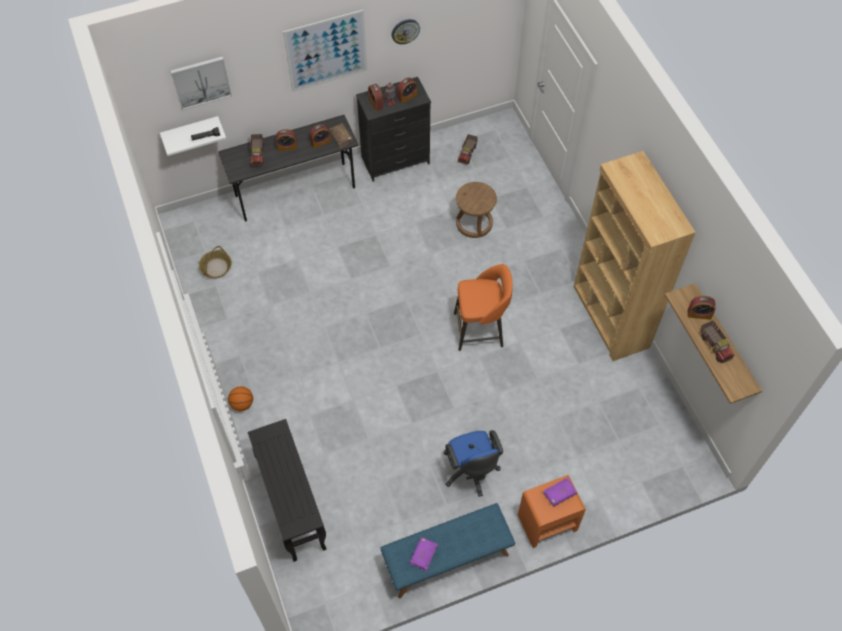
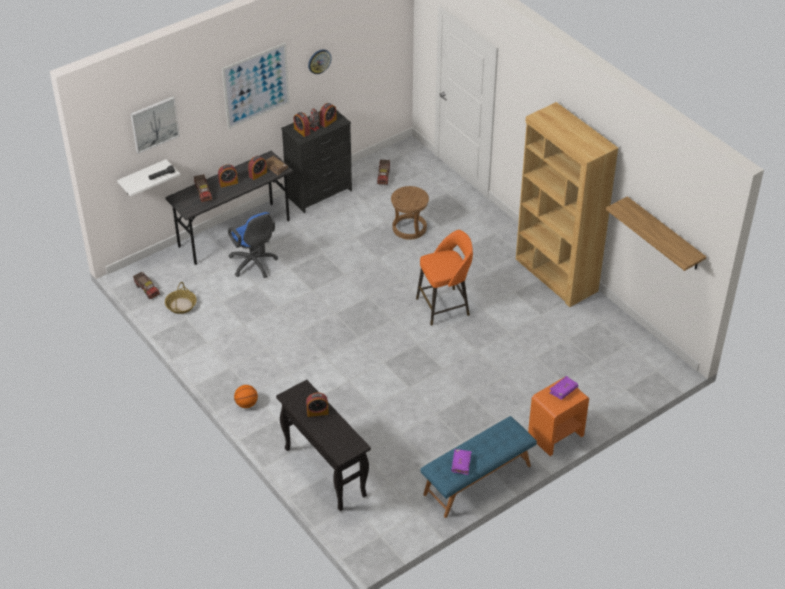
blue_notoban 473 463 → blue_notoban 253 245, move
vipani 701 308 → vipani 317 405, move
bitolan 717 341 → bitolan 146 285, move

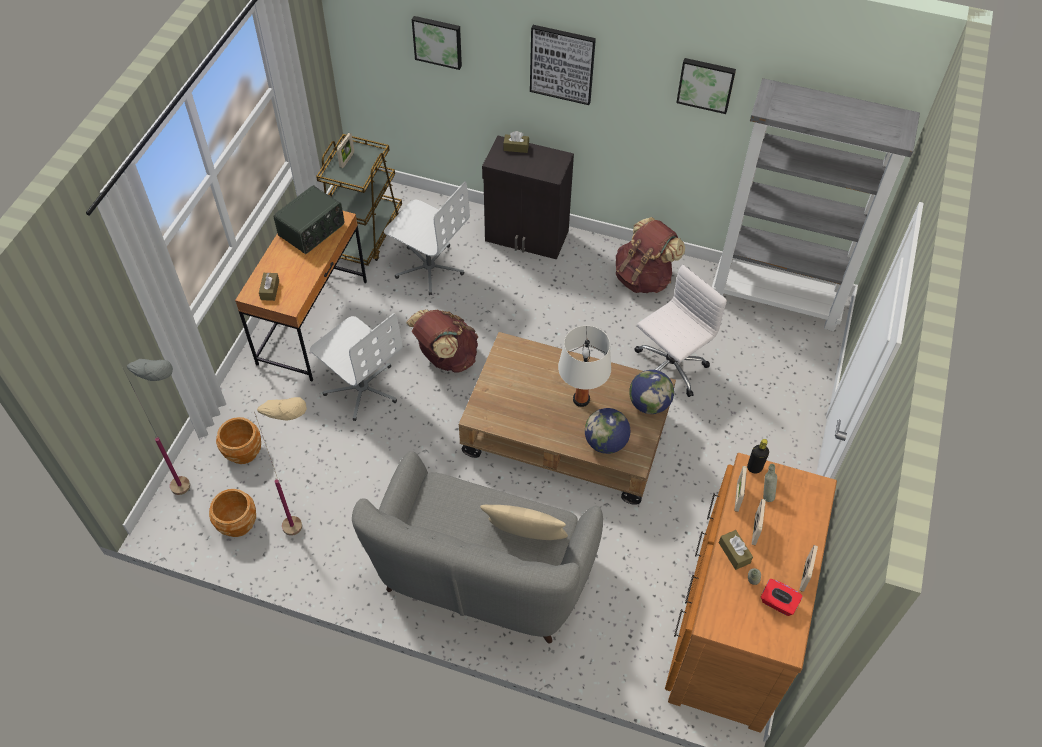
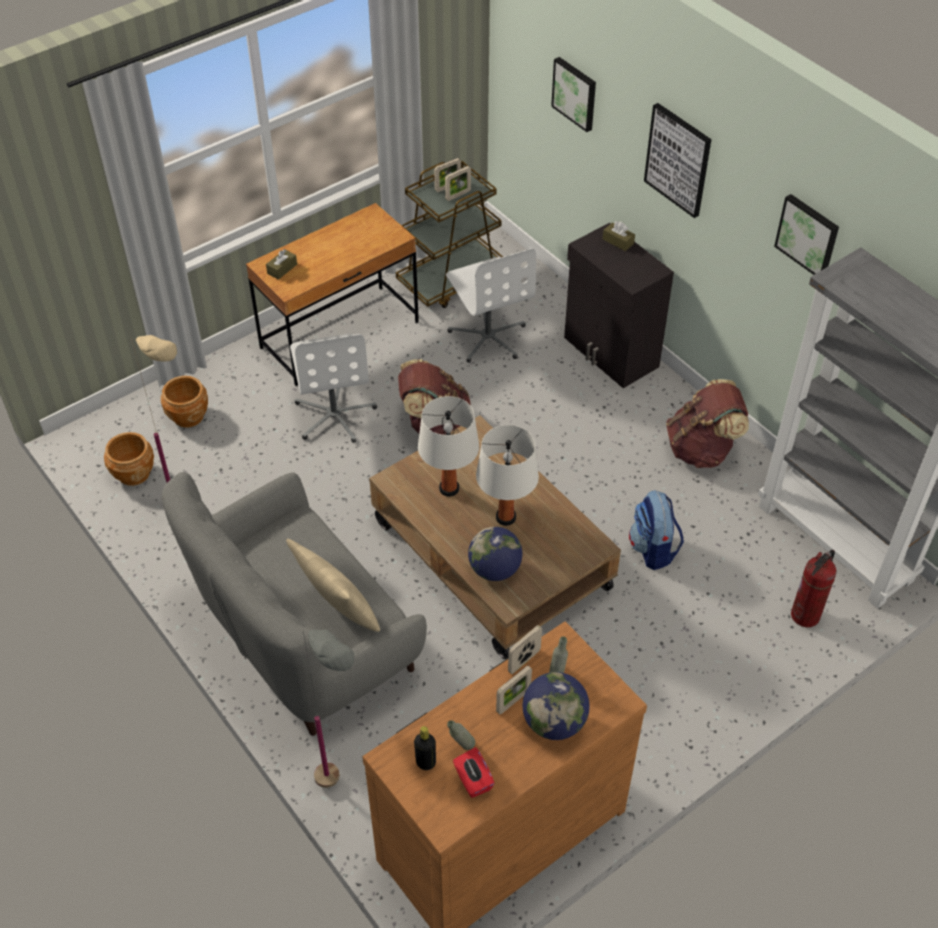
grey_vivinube 156 427 → grey_vivinube 328 708, move
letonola 309 219 → -
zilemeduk 651 392 → zilemeduk 556 706, move
white_notoban 681 330 → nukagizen 656 530
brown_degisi 736 550 → -
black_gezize 758 456 → black_gezize 425 748, move
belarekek 808 568 → belarekek 458 183, move
- → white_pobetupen 448 446
- → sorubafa 814 588

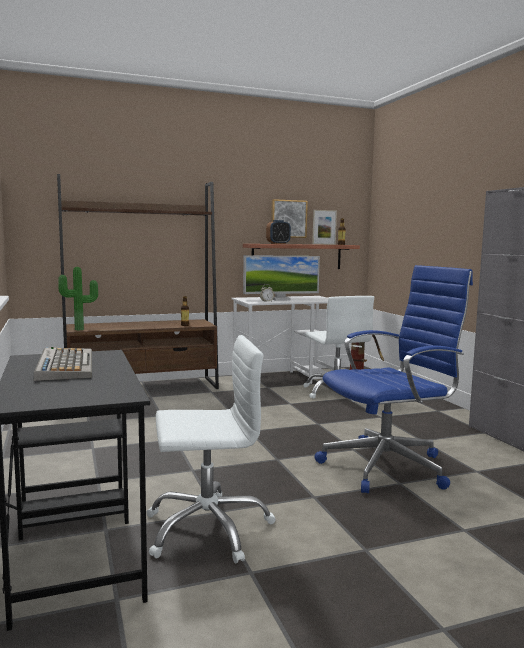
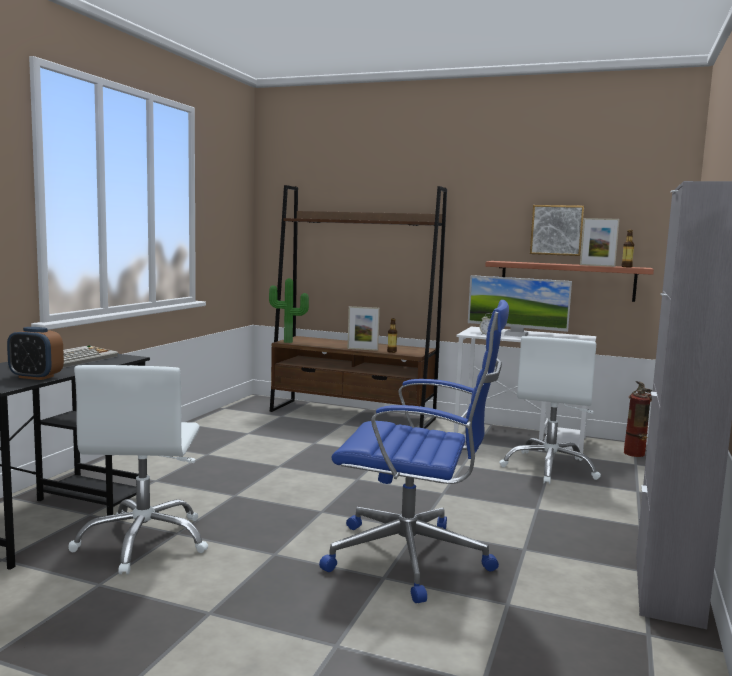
white_notoban 211 449 → white_notoban 138 469, 60 degrees clockwise
vipani 278 232 → vipani 35 353, move
- → belarekek 363 328

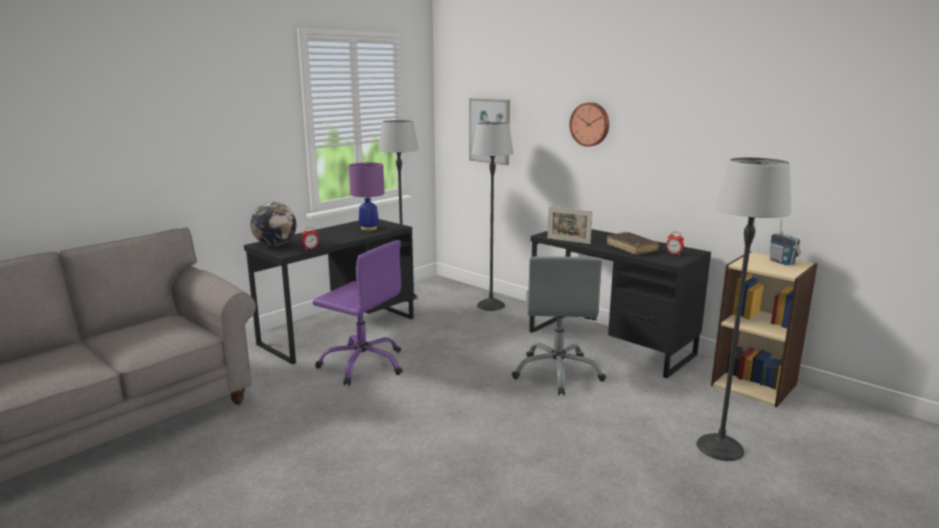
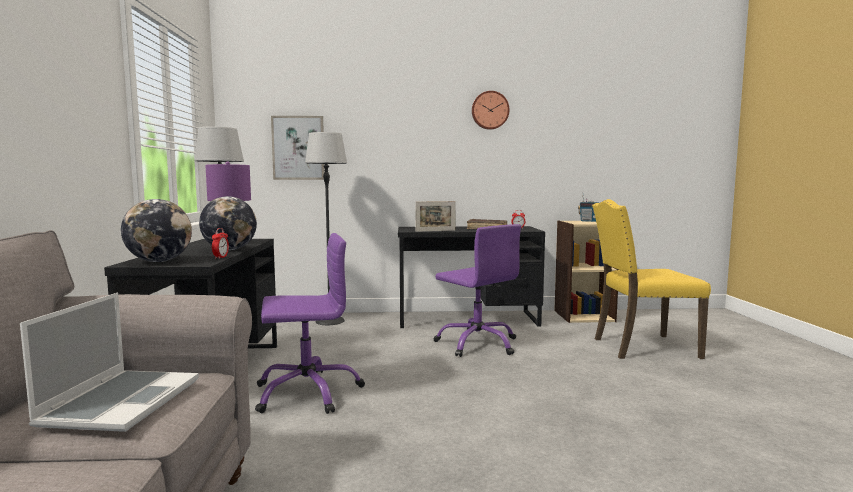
grey_notoban 558 325 → purple_notoban 477 290
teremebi 589 124 → teremebi 491 110, move
vivinube 744 309 → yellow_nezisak 651 279
- → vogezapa 109 362
- → zilemeduk 228 223

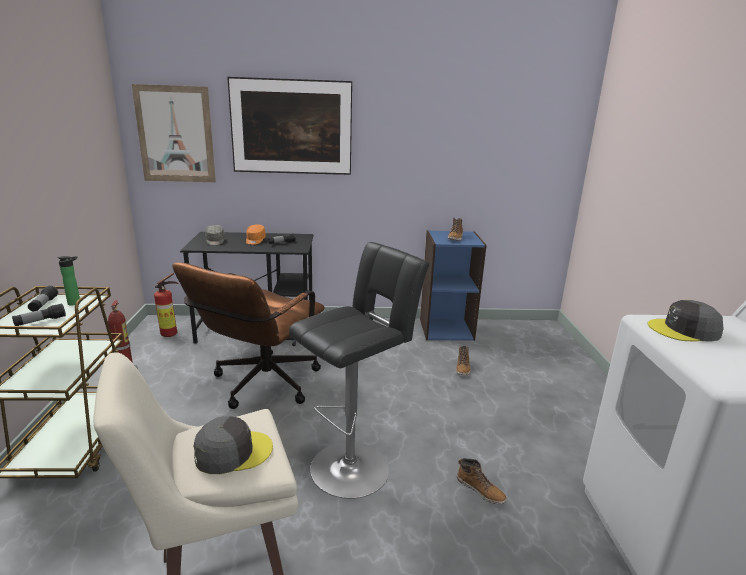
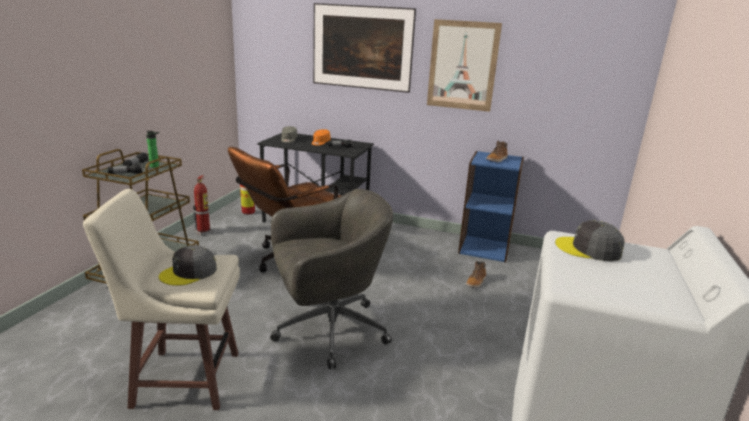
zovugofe 174 133 → zovugofe 464 65, move
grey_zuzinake 233 445 → grey_zuzinake 188 265, 135 degrees clockwise
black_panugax 359 370 → grey_notoban 331 279
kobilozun 482 481 → -

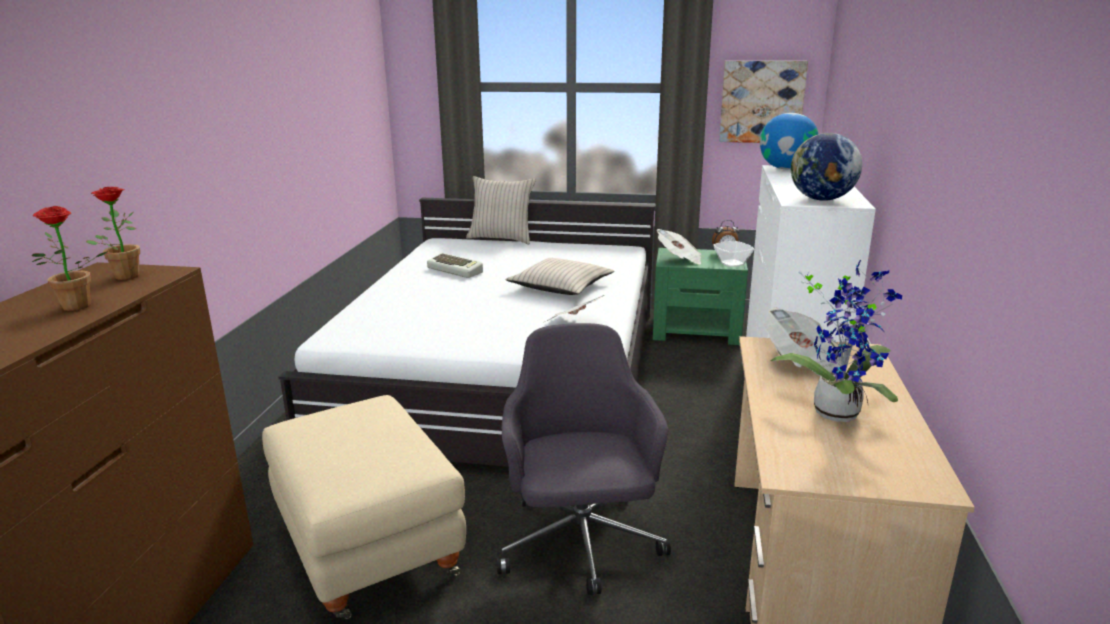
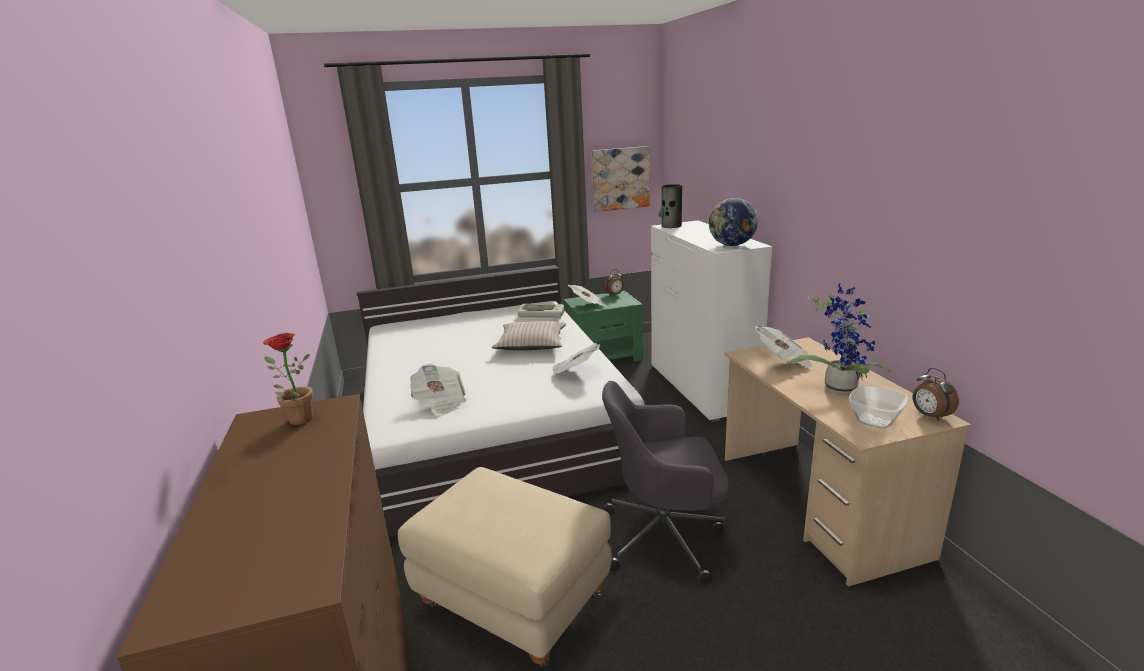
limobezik 70 258 → -
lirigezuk 455 265 → lirigezuk 541 311, move
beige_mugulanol 501 210 → -
grey_notoban 584 459 → grey_notoban 666 483, 60 degrees counterclockwise
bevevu 733 254 → bevevu 878 407, move
zilemeduk 789 141 → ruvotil 670 206
- → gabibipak 438 390
- → vipani 936 394

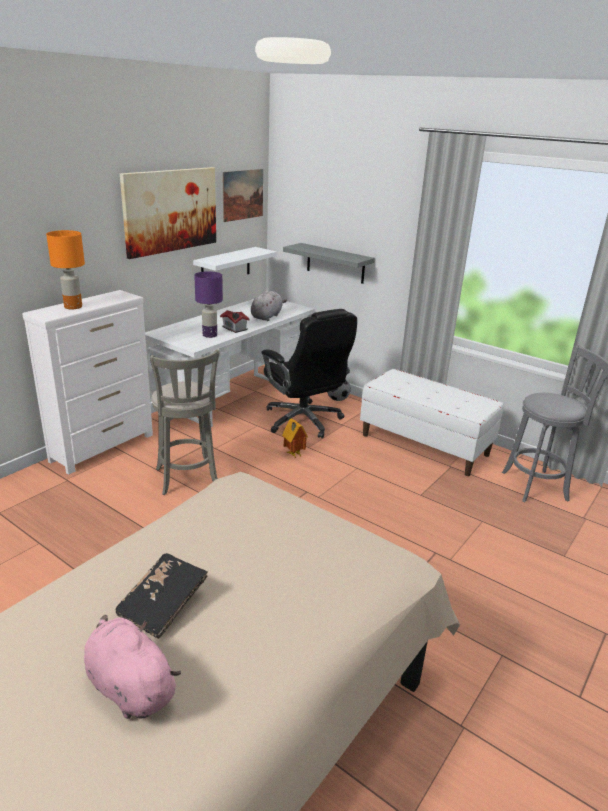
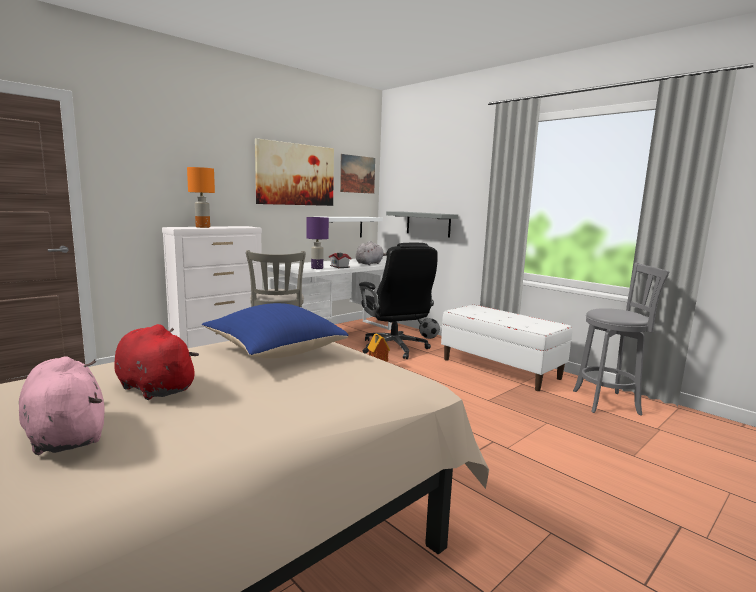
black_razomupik 161 596 → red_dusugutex 156 362
- → blue_mugulanol 275 331

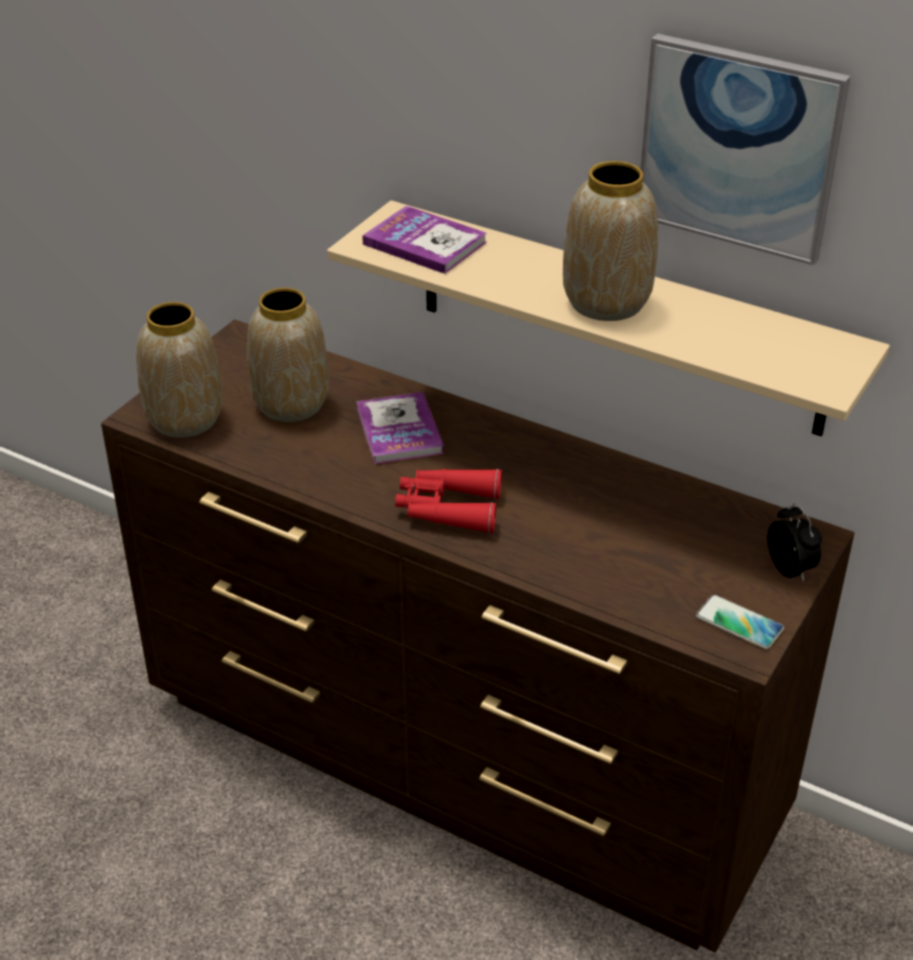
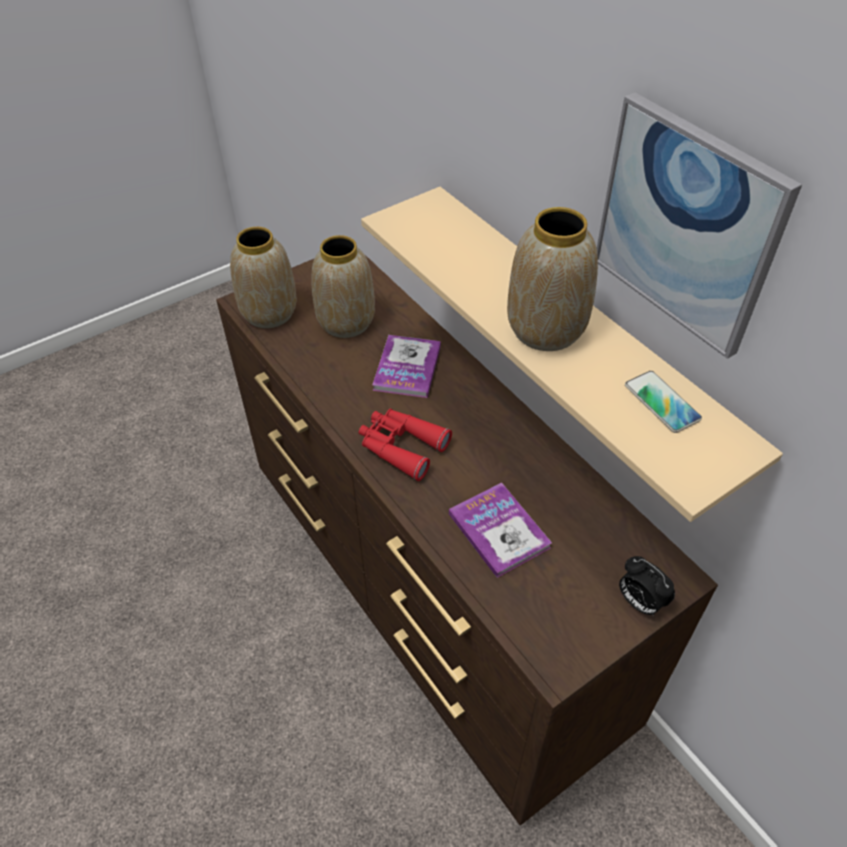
razomupik 424 240 → razomupik 500 530, move
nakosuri 740 622 → nakosuri 663 402, move
vipani 794 542 → vipani 647 586, 135 degrees clockwise

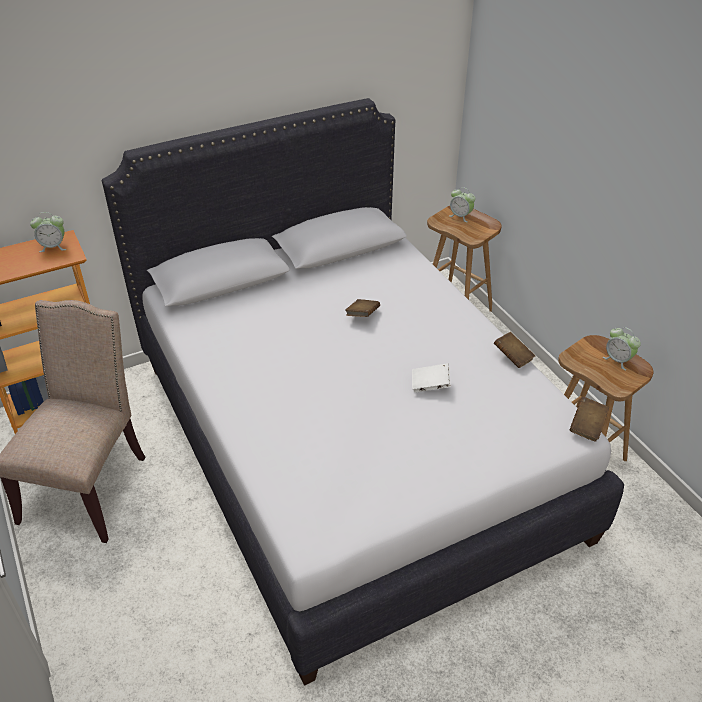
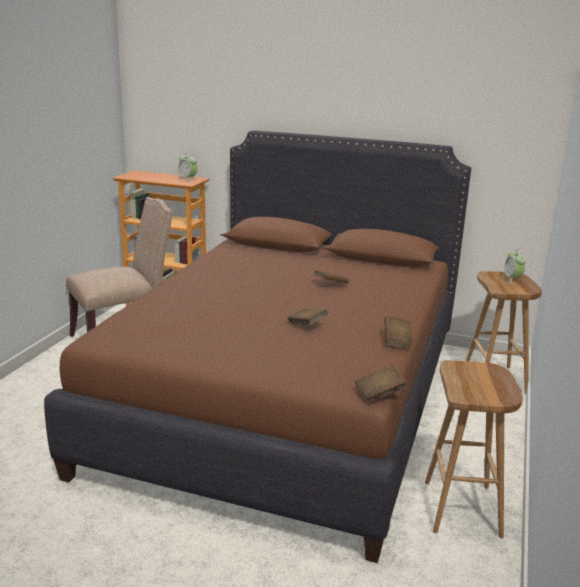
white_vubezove 363 392 → brown_vubezove 257 347
white_razomupik 431 378 → brown_razomupik 307 317
vipani 622 348 → -

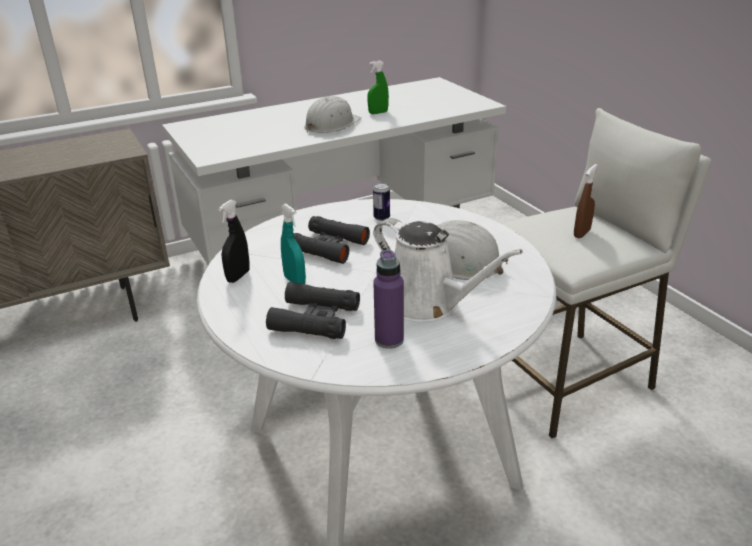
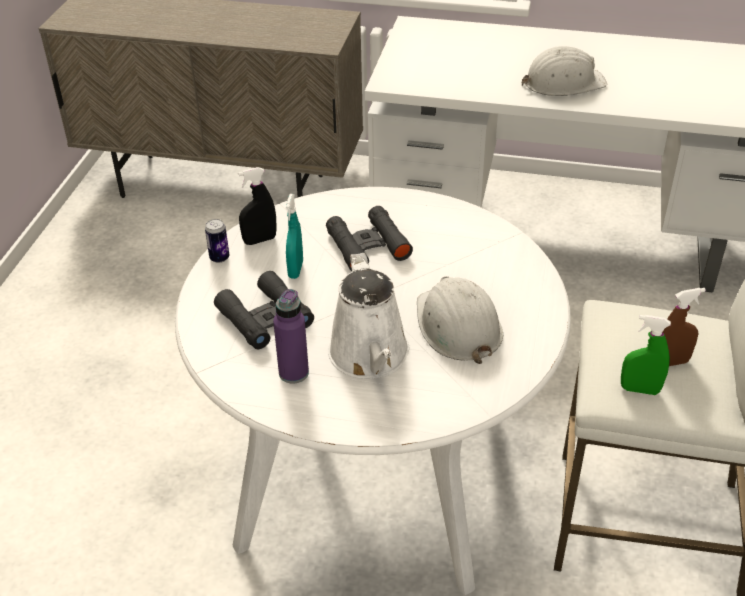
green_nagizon 378 87 → green_nagizon 646 355, move
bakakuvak 381 202 → bakakuvak 217 241, move

